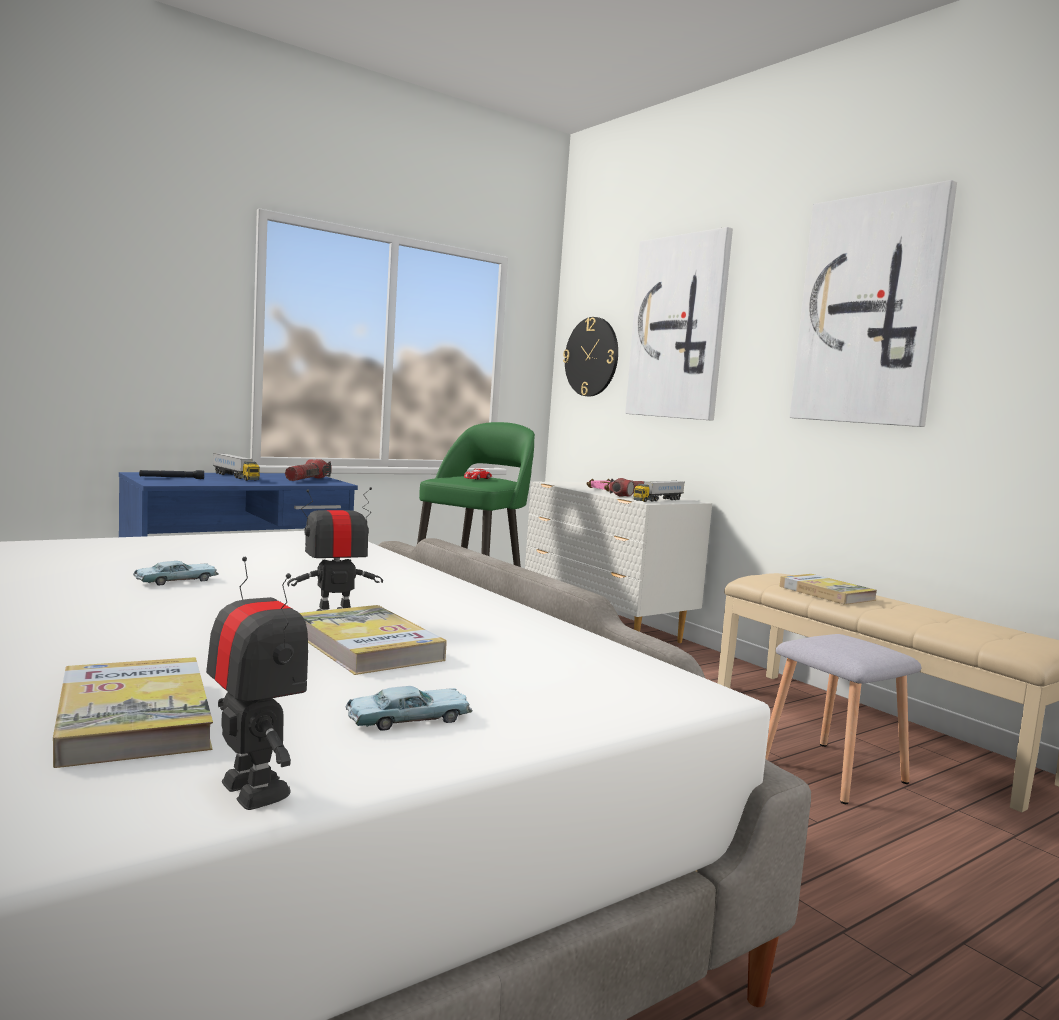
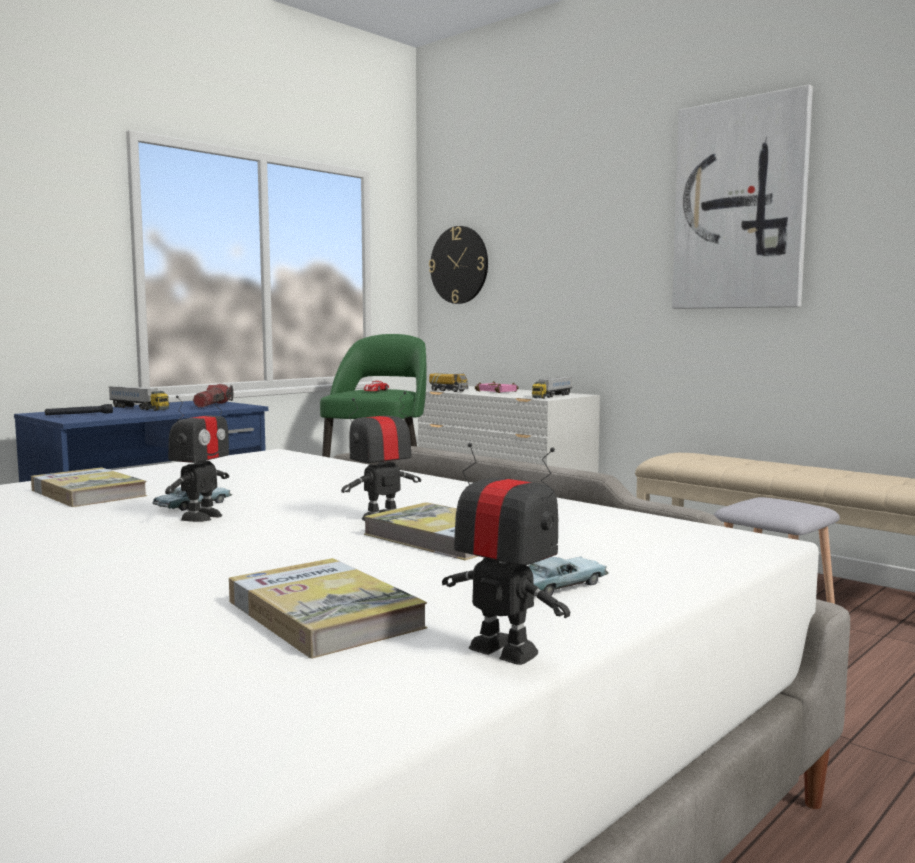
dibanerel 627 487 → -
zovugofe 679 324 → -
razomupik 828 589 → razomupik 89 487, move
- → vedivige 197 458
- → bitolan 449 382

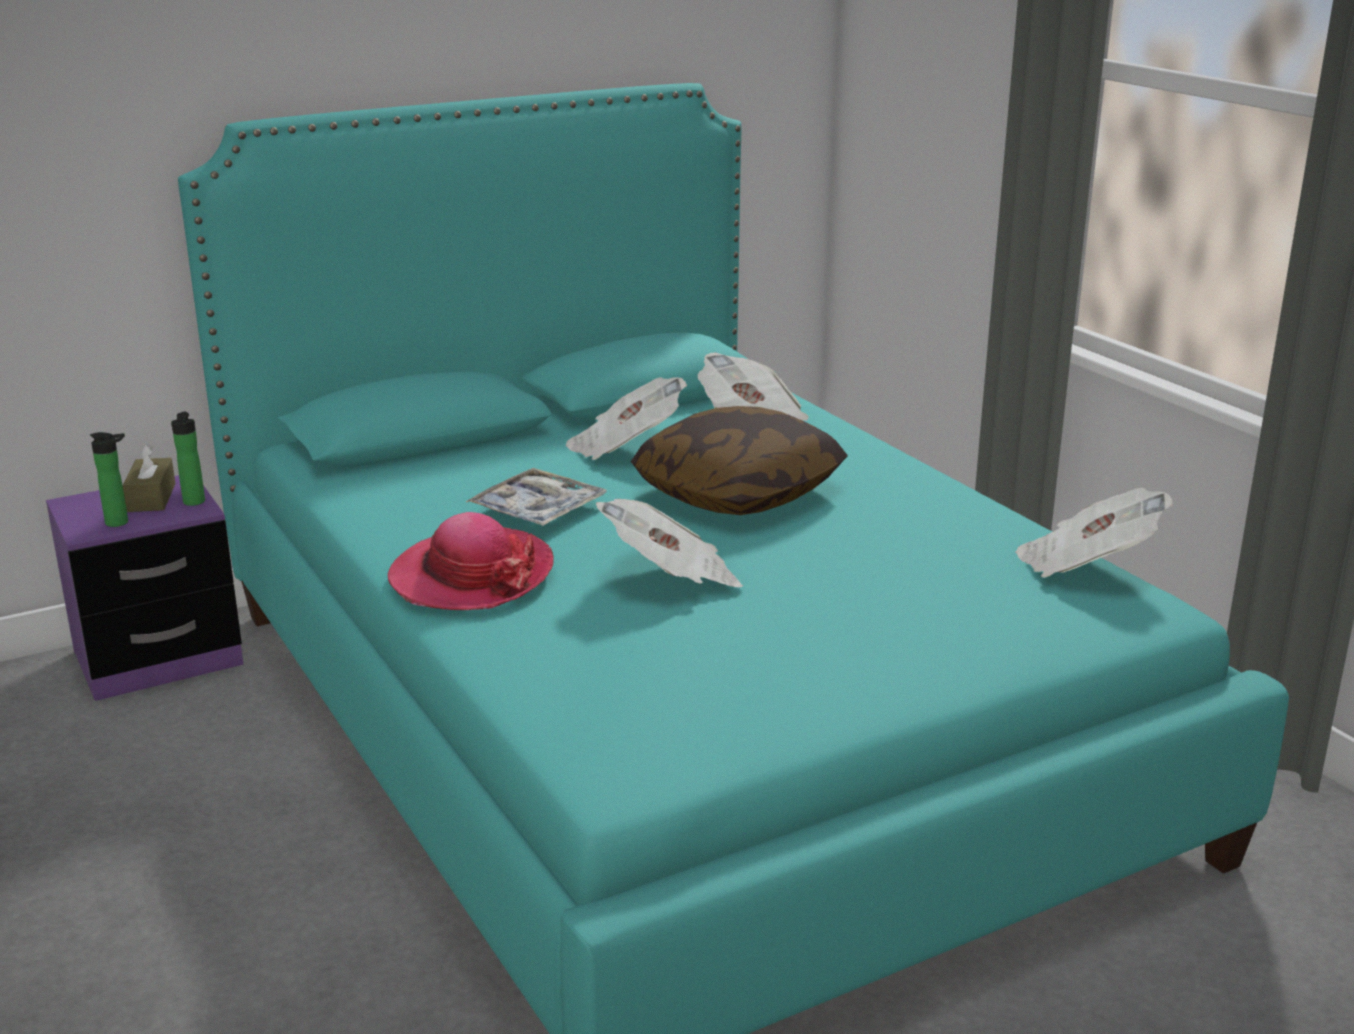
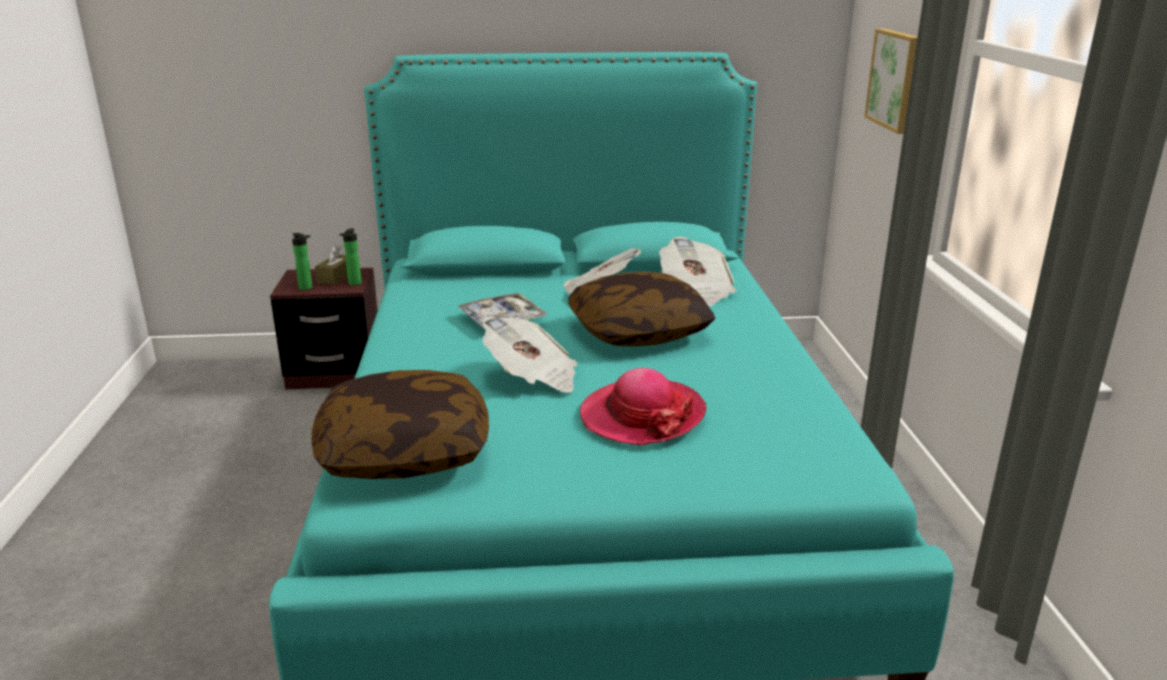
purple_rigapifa 144 588 → brown_rigapifa 324 328
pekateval 471 561 → pekateval 643 407, move
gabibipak 1094 533 → -
- → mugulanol 400 424
- → zovugofe 891 81

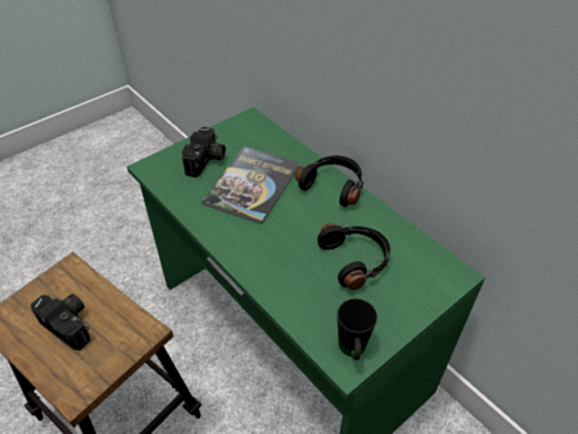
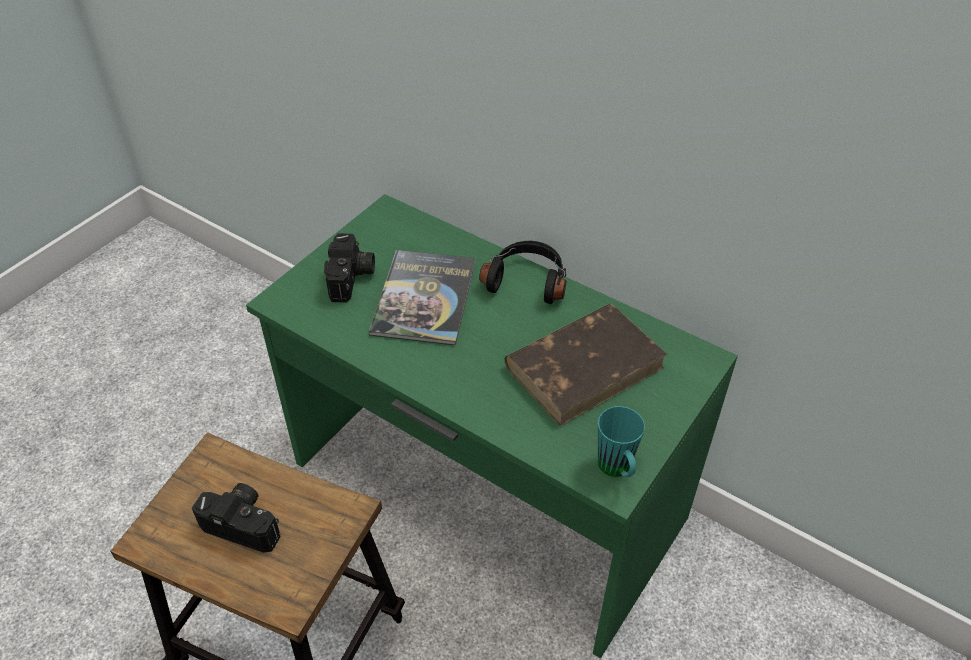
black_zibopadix 354 256 → brown_razomupik 586 365
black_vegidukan 357 329 → turquoise_vegidukan 621 441

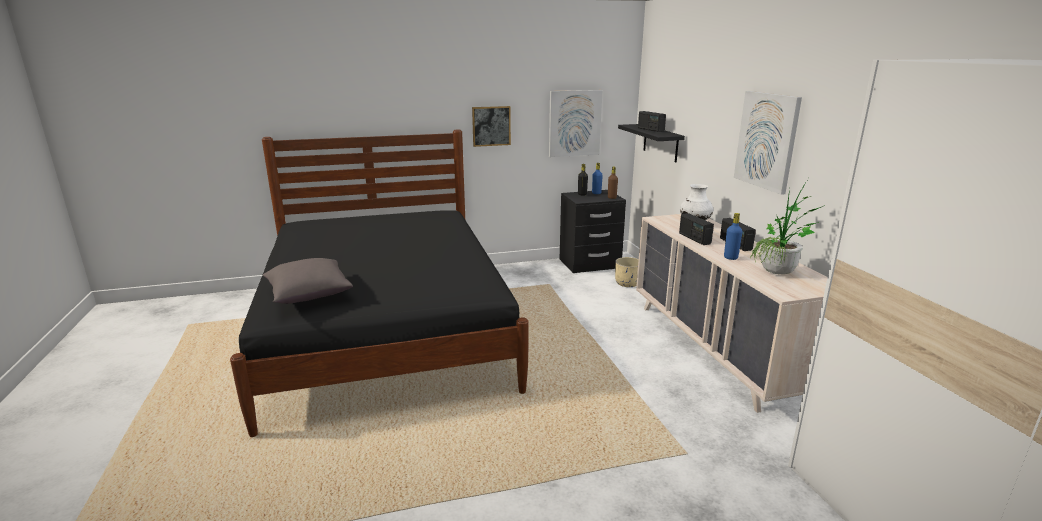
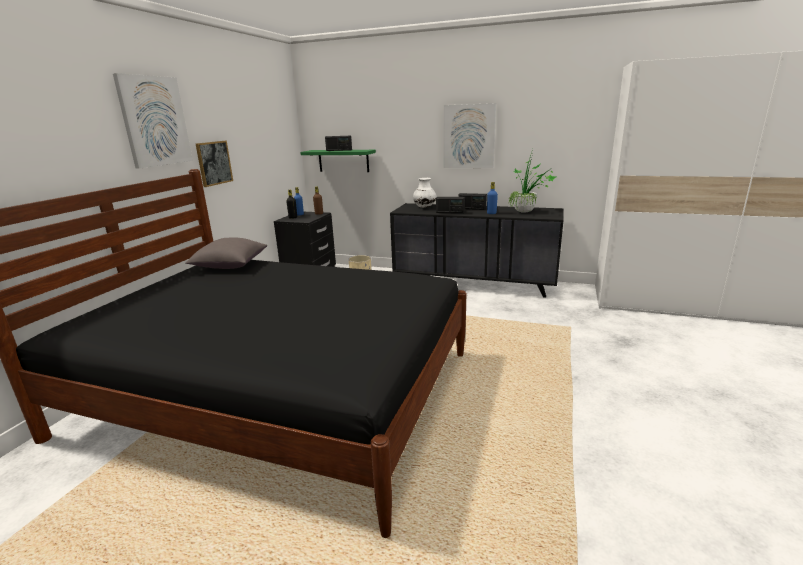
grey_mugulanol 308 281 → grey_mugulanol 226 253, move
zovugofe 576 123 → zovugofe 153 121, move
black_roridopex 651 143 → green_roridopex 338 161
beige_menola 732 313 → black_menola 477 250

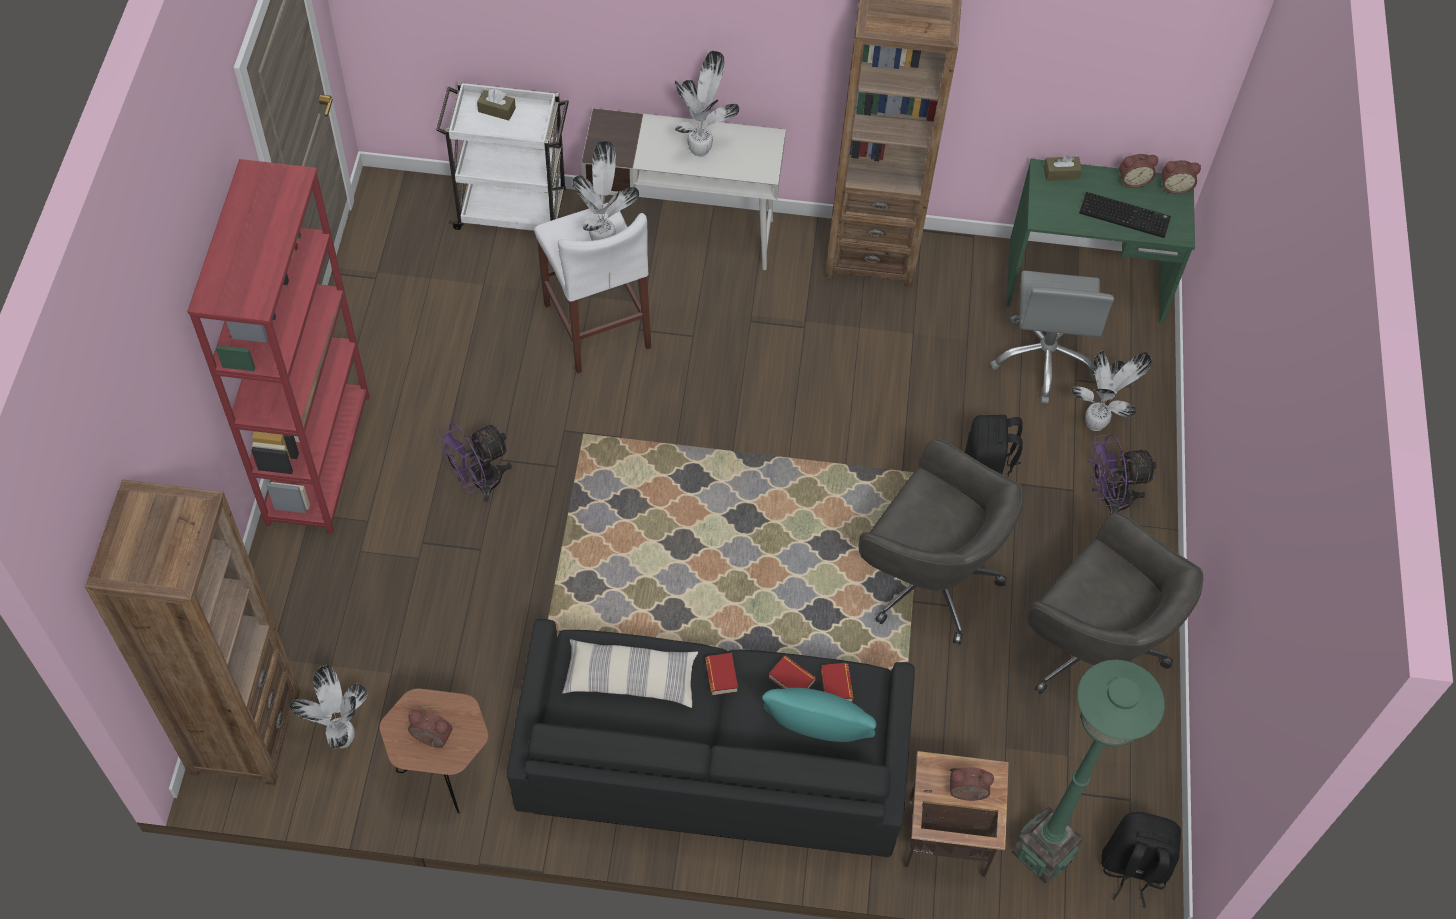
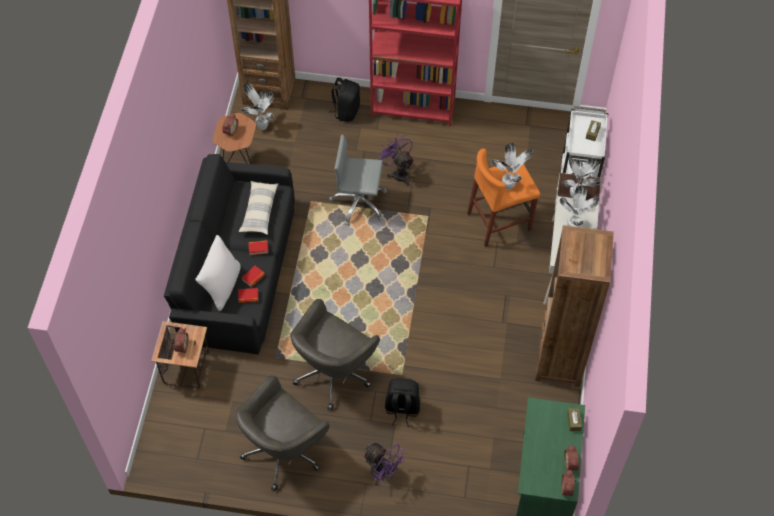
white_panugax 592 287 → orange_panugax 503 197
turquoise_mugulanol 819 715 → white_mugulanol 218 273
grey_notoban 1052 337 → grey_notoban 358 180, move
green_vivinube 1088 772 → -
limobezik 1111 391 → limobezik 581 177, move
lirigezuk 1125 215 → -
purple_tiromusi 1122 474 → purple_tiromusi 385 463, 135 degrees clockwise
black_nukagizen 1141 860 → black_nukagizen 344 99, move

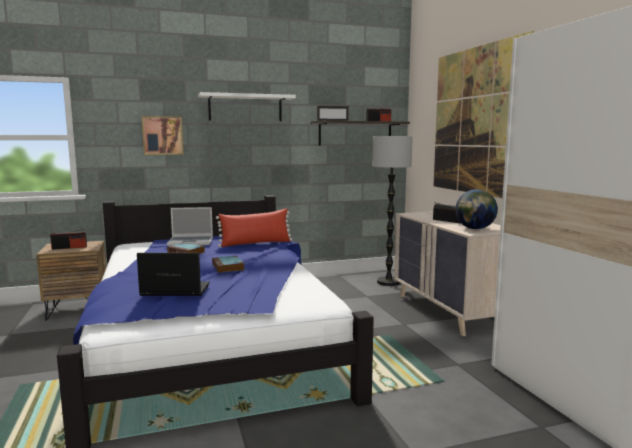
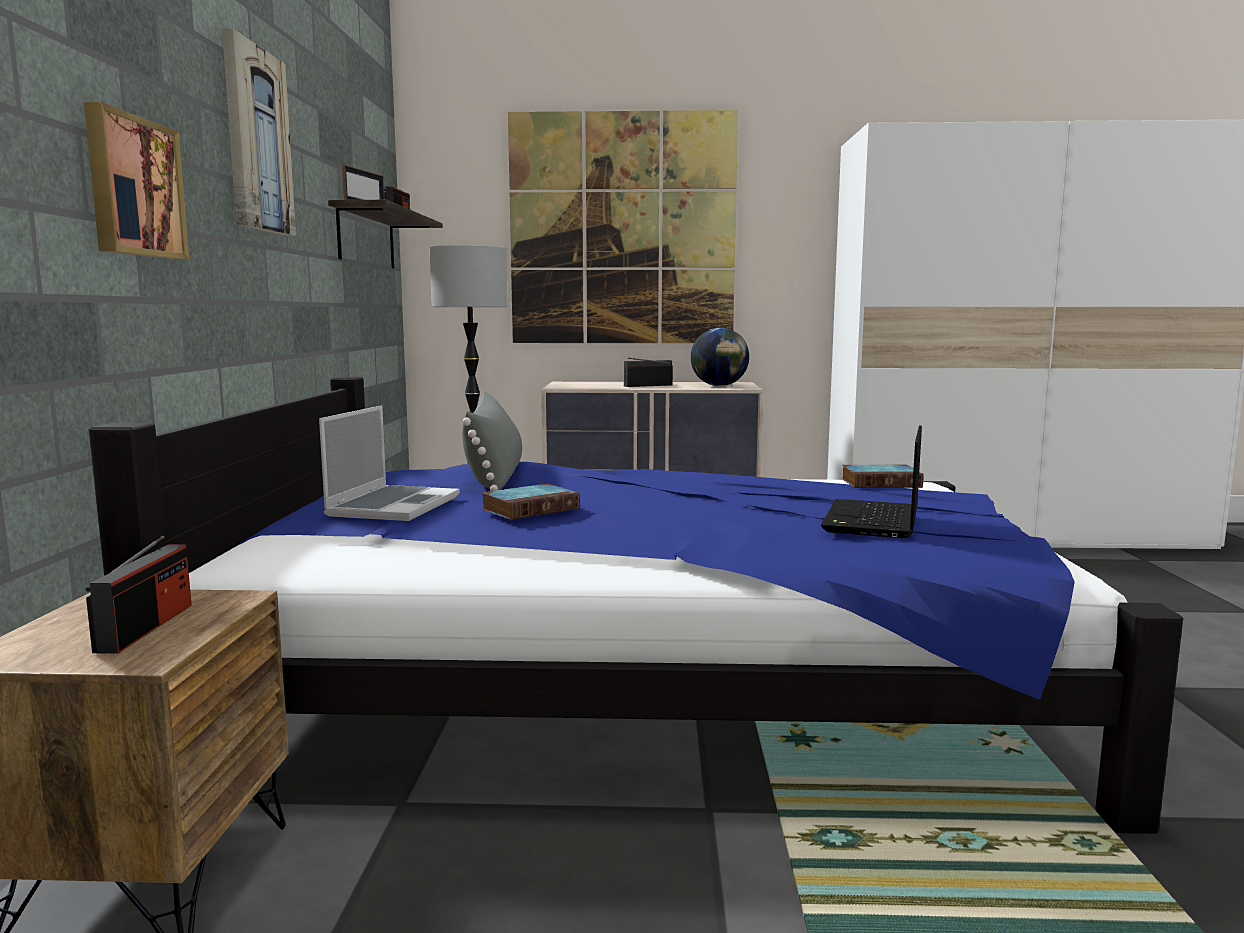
white_roridopex 247 106 → zovugofe 259 132
razomupik 228 264 → razomupik 882 476, move
red_mugulanol 254 227 → grey_mugulanol 492 441

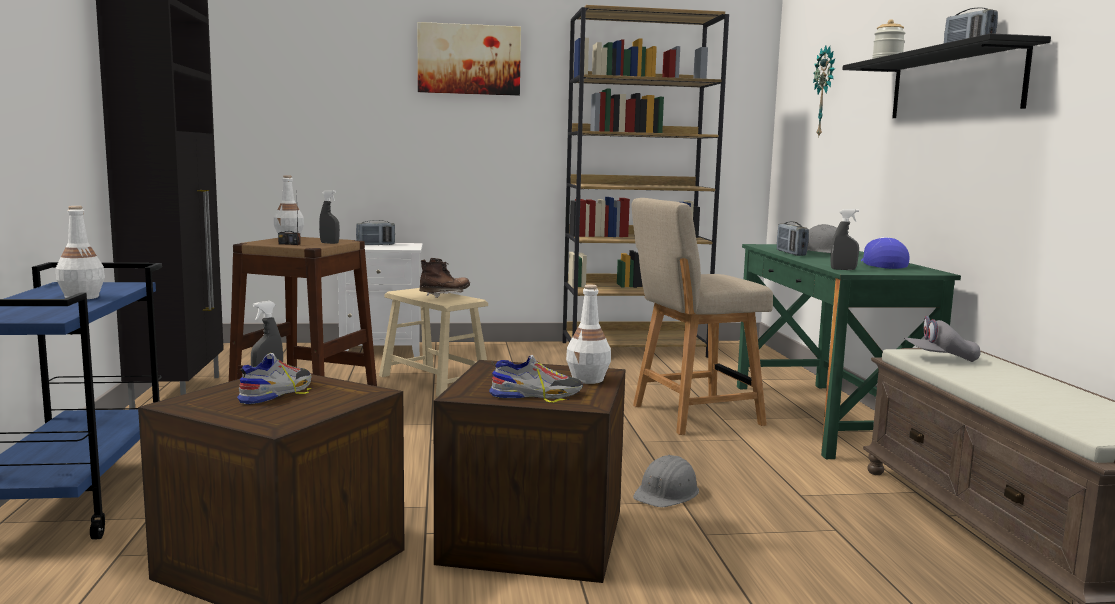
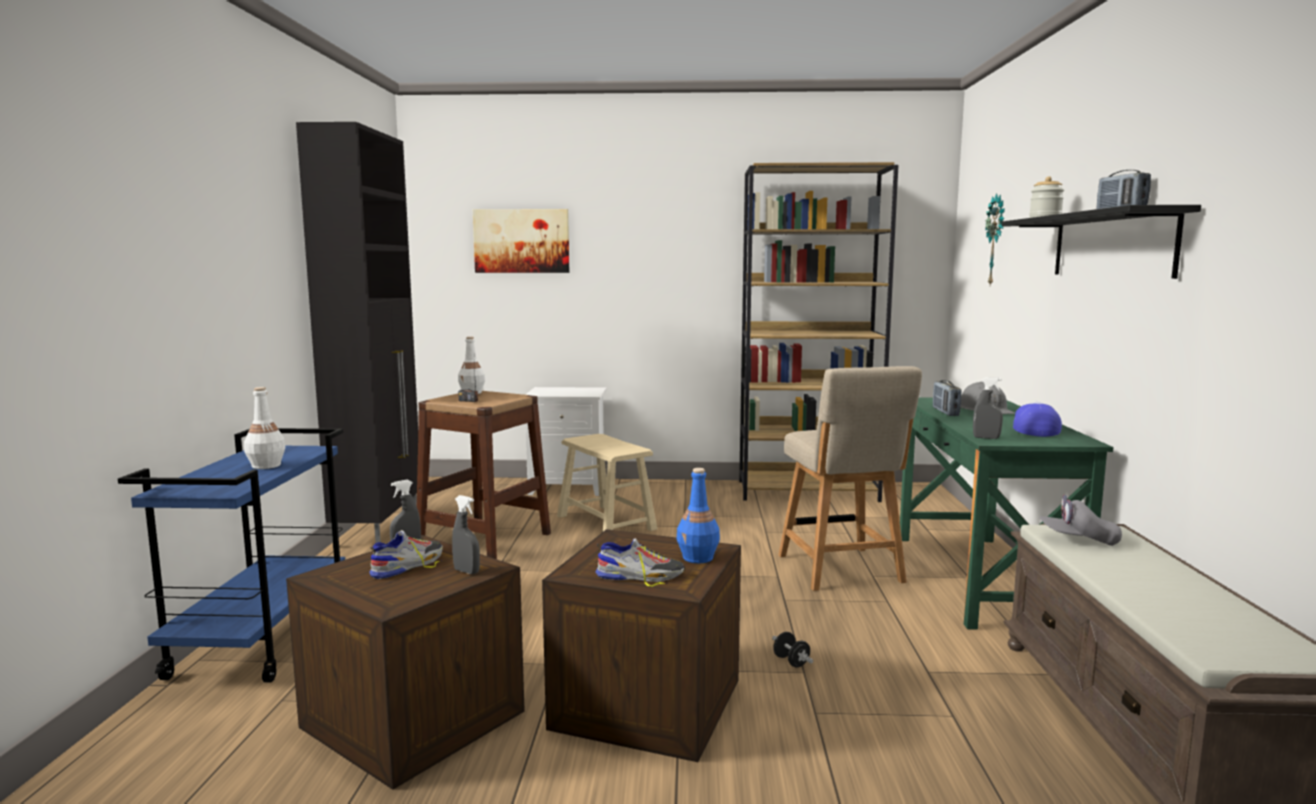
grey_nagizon 329 217 → grey_nagizon 466 534, move
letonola 375 232 → -
zovugofe 469 59 → zovugofe 521 241, move
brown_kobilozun 445 278 → -
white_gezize 588 334 → blue_gezize 698 515
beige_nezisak 702 316 → beige_nezisak 850 478, 90 degrees counterclockwise
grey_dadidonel 666 481 → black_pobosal 792 649

